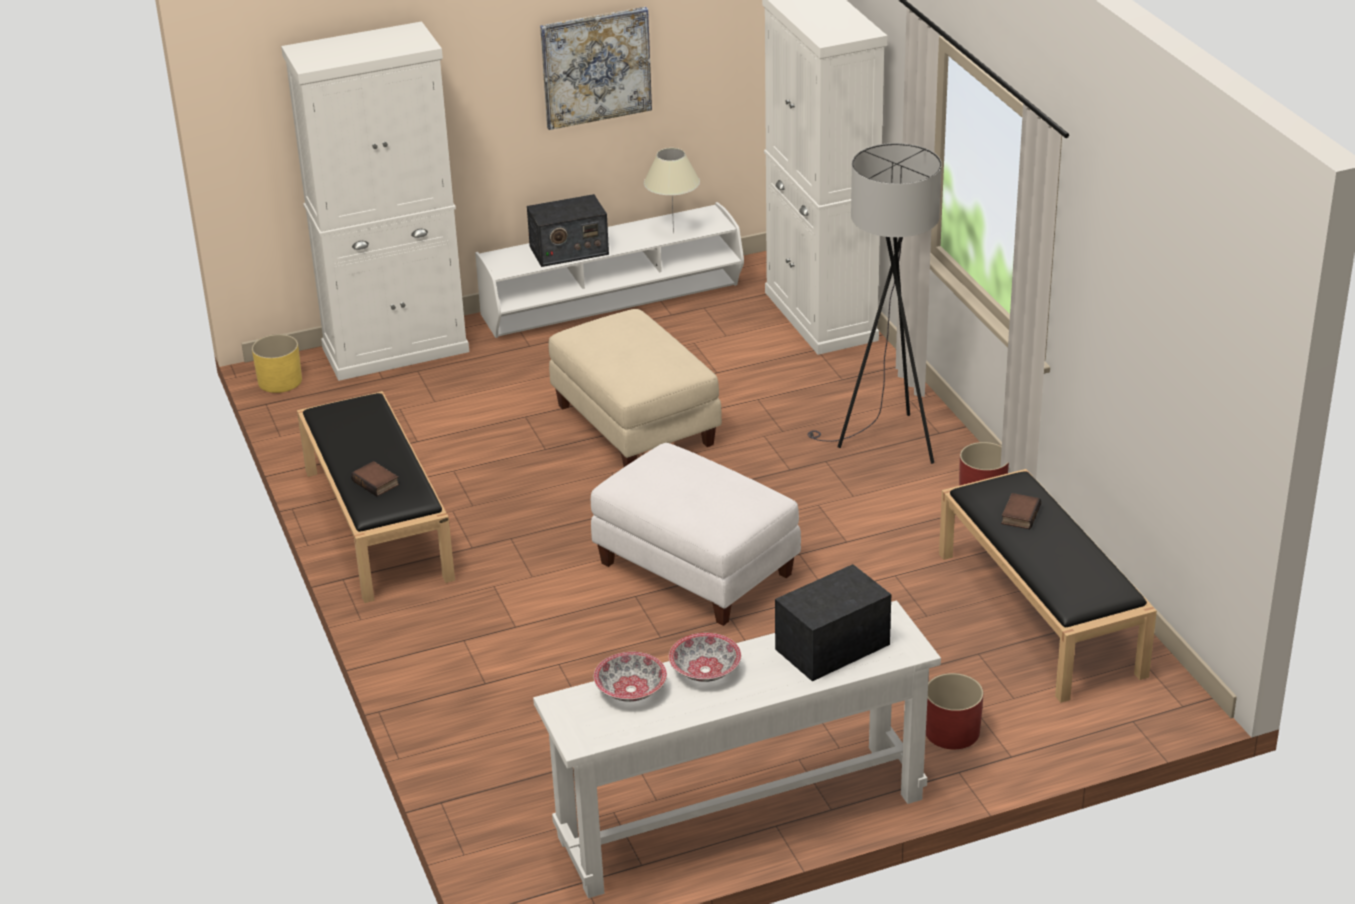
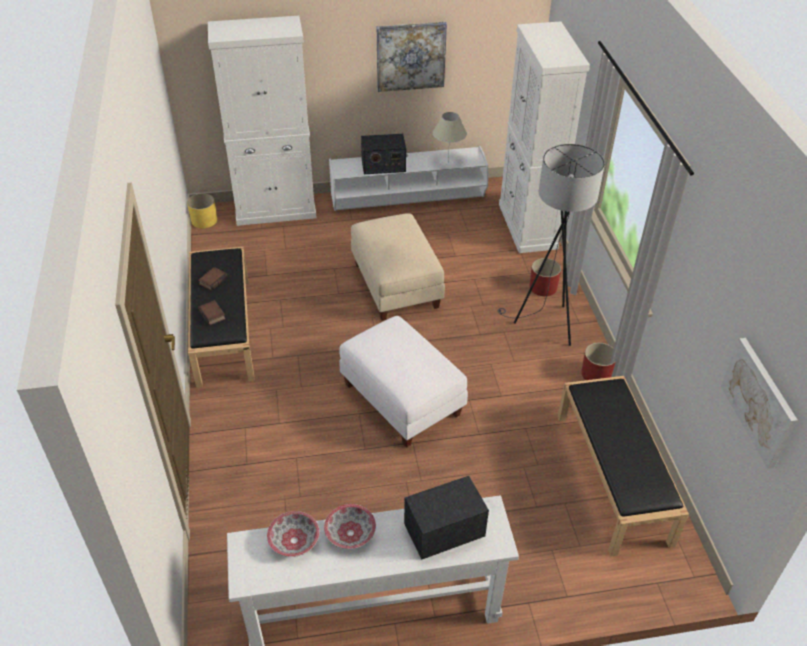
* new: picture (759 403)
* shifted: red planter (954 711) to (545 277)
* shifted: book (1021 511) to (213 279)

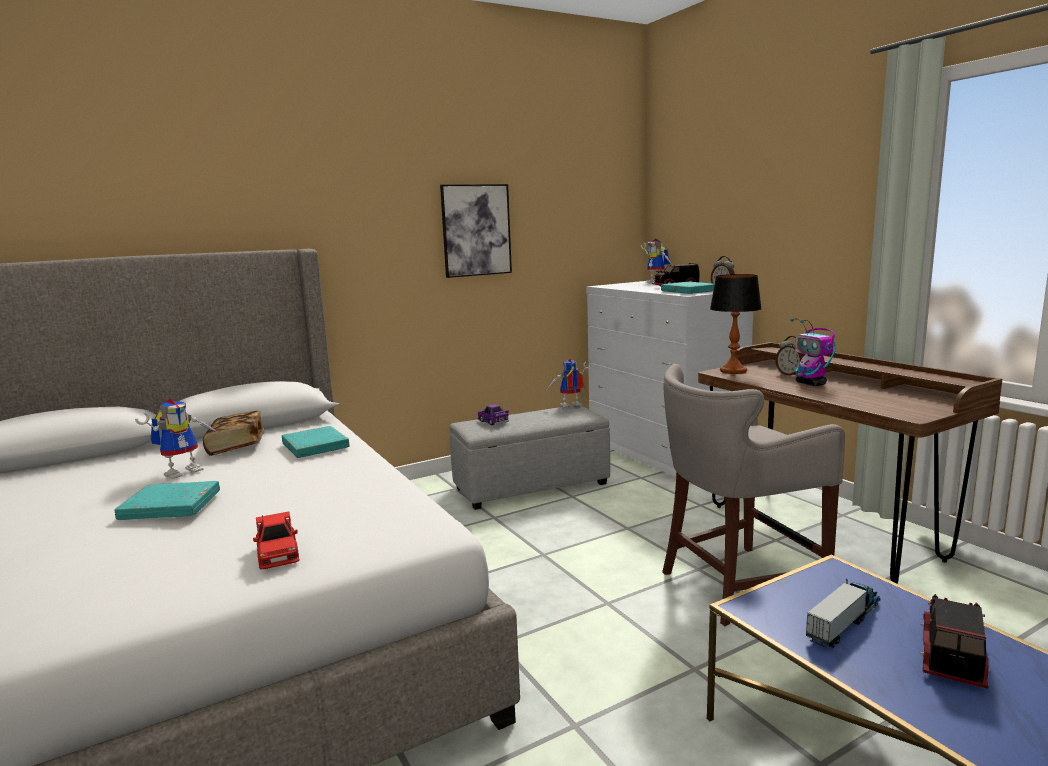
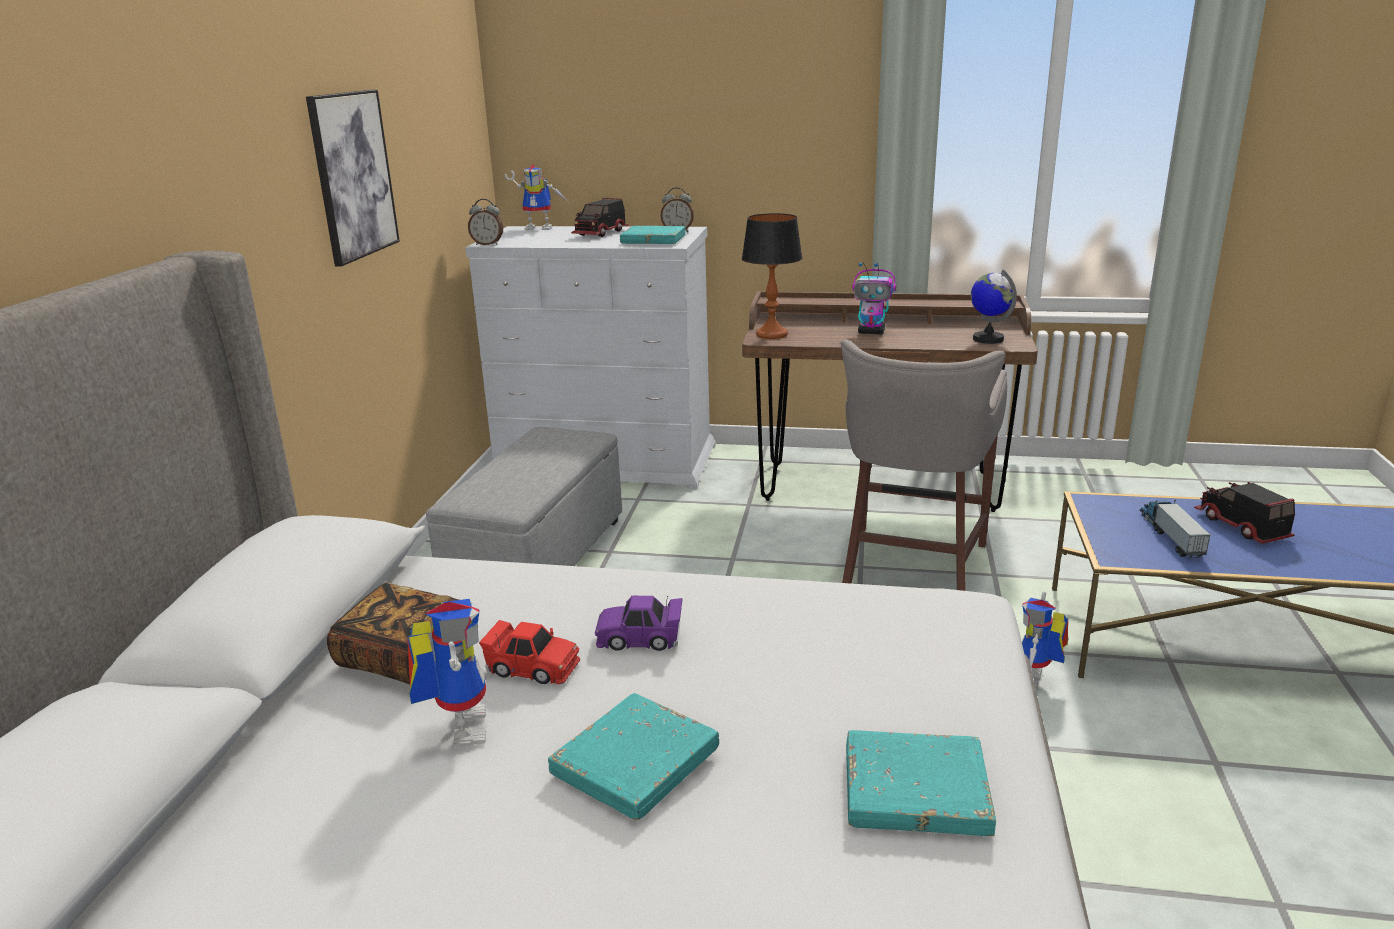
* new: globe (994 306)
* shifted: red toy car (276 540) to (529 652)
* shifted: turquoise book (316 442) to (921 783)
* shifted: purple toy car (493 414) to (639 623)
* shifted: toy robot (569 383) to (1045 641)
* shifted: alarm clock (790 356) to (485 222)

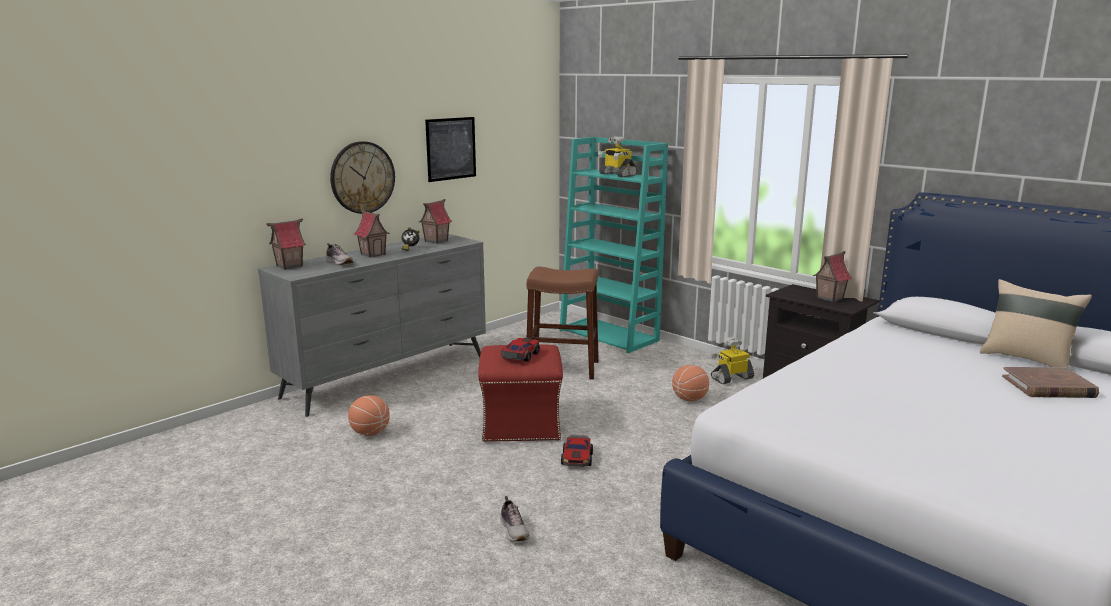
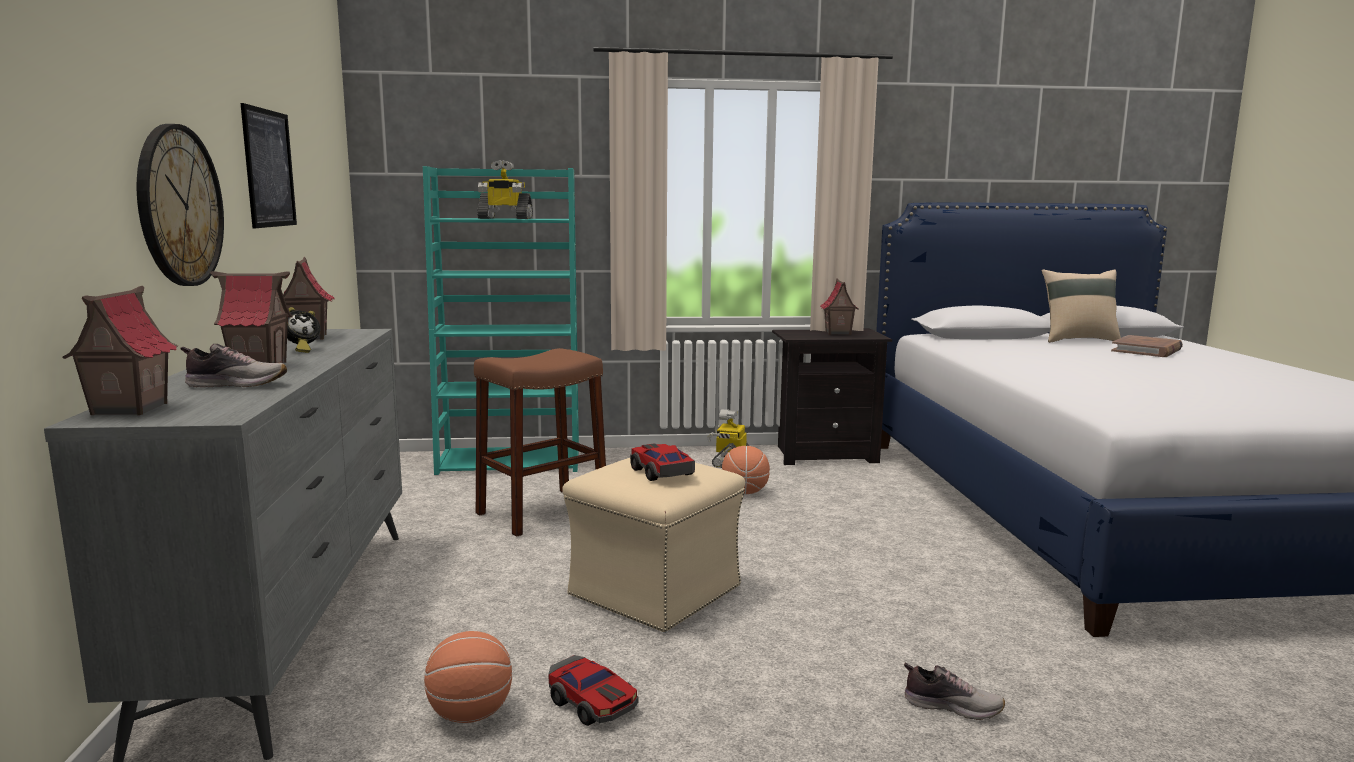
* shifted: toy car (577 451) to (593 690)
* repainted: red ottoman (520 393) to beige ottoman (653 545)

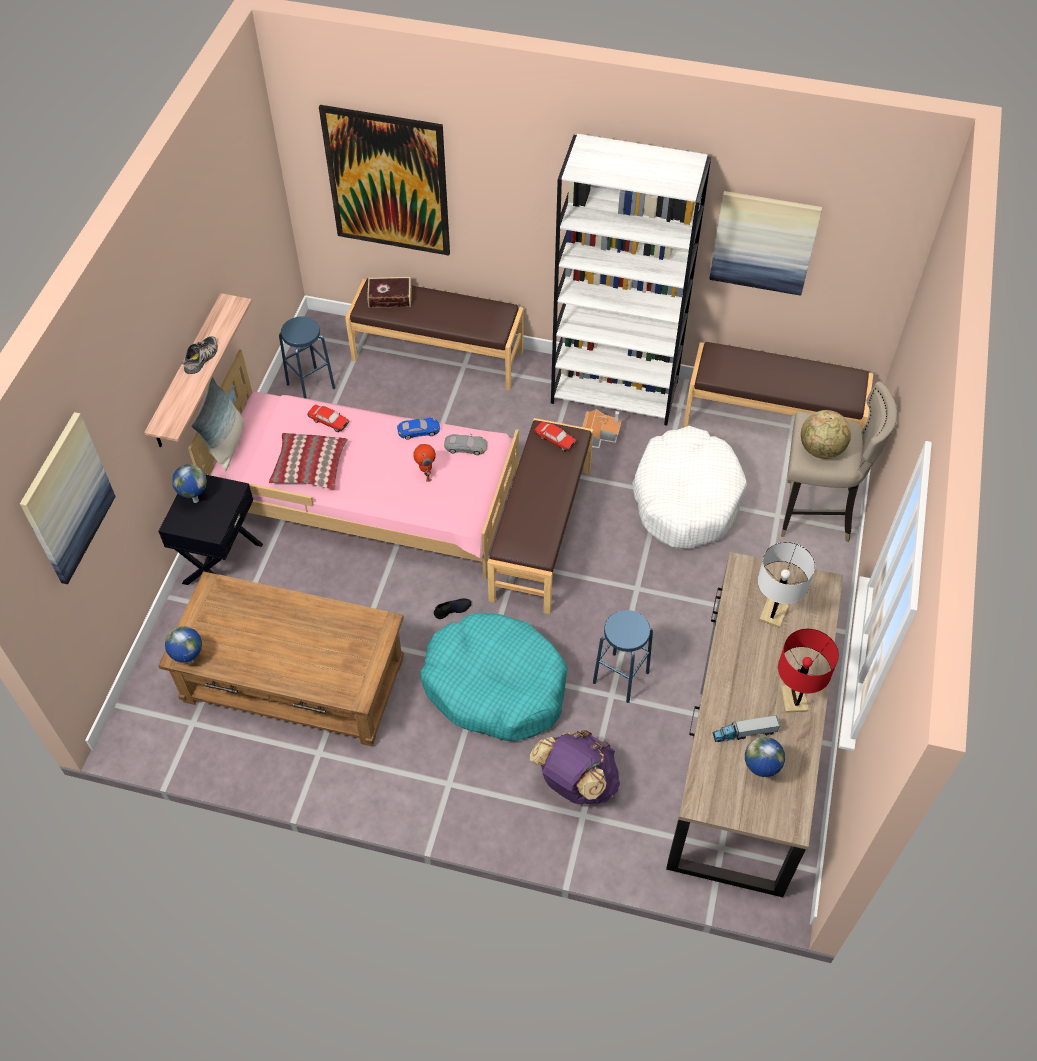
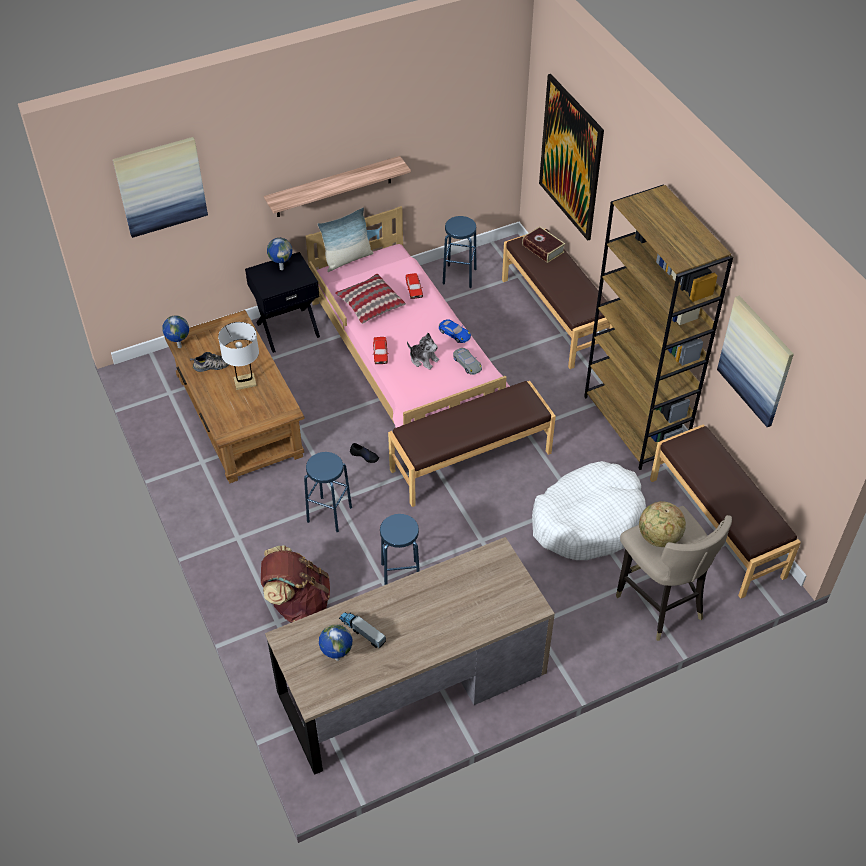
* gone: toy house (602 429)
* gone: red table lamp (808 671)
* shifted: shoe (200 355) to (209 362)
* shifted: toy car (555 436) to (381 350)
* shifted: white table lamp (786 585) to (238 356)
* swapped: toy robot (424 463) to plush toy (423 351)
* swapped: turquoise dog bed (494 677) to blue stool (328 492)
* repainted: purple backpack (575 767) to brown backpack (295 584)
* repainted: white bookcase (631 280) to brown bookcase (658 327)

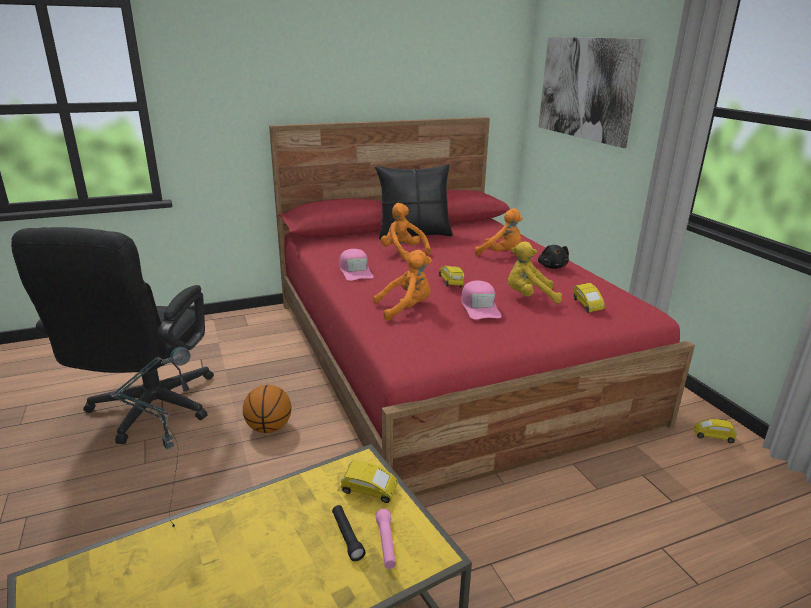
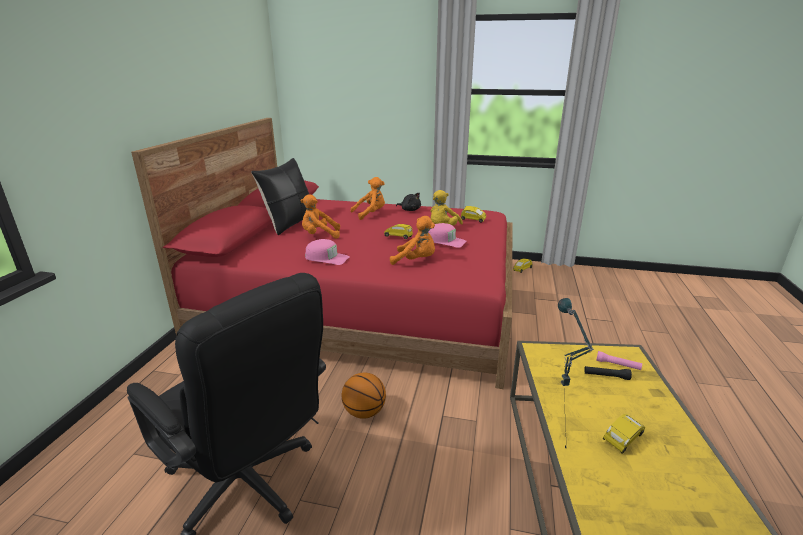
* gone: picture (592 92)
* shifted: yellow toy car (369 481) to (624 434)
* rotated: orange plush toy (402 285) = (412 240) 90 degrees clockwise

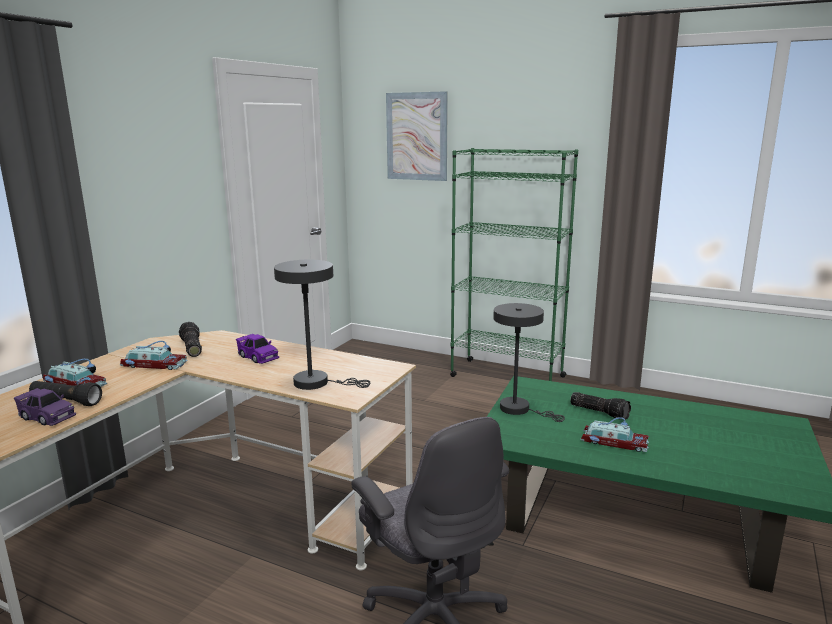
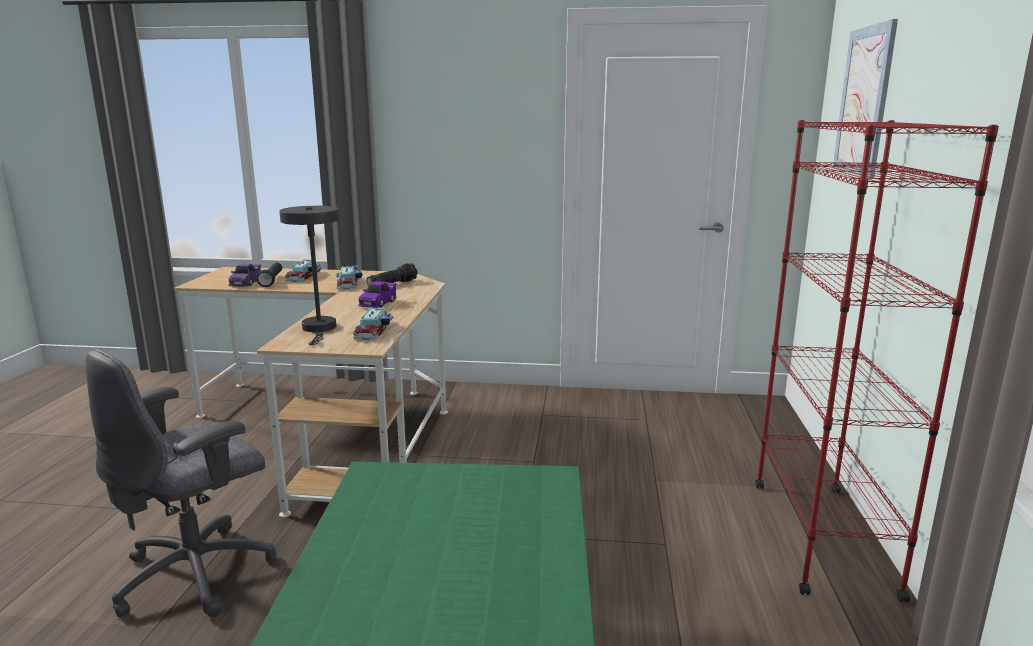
* gone: grey table lamp (529 362)
* gone: flashlight (600 406)
* shifted: toy car (615 434) to (373 323)
* repainted: green bookcase (514 264) to red bookcase (877 361)

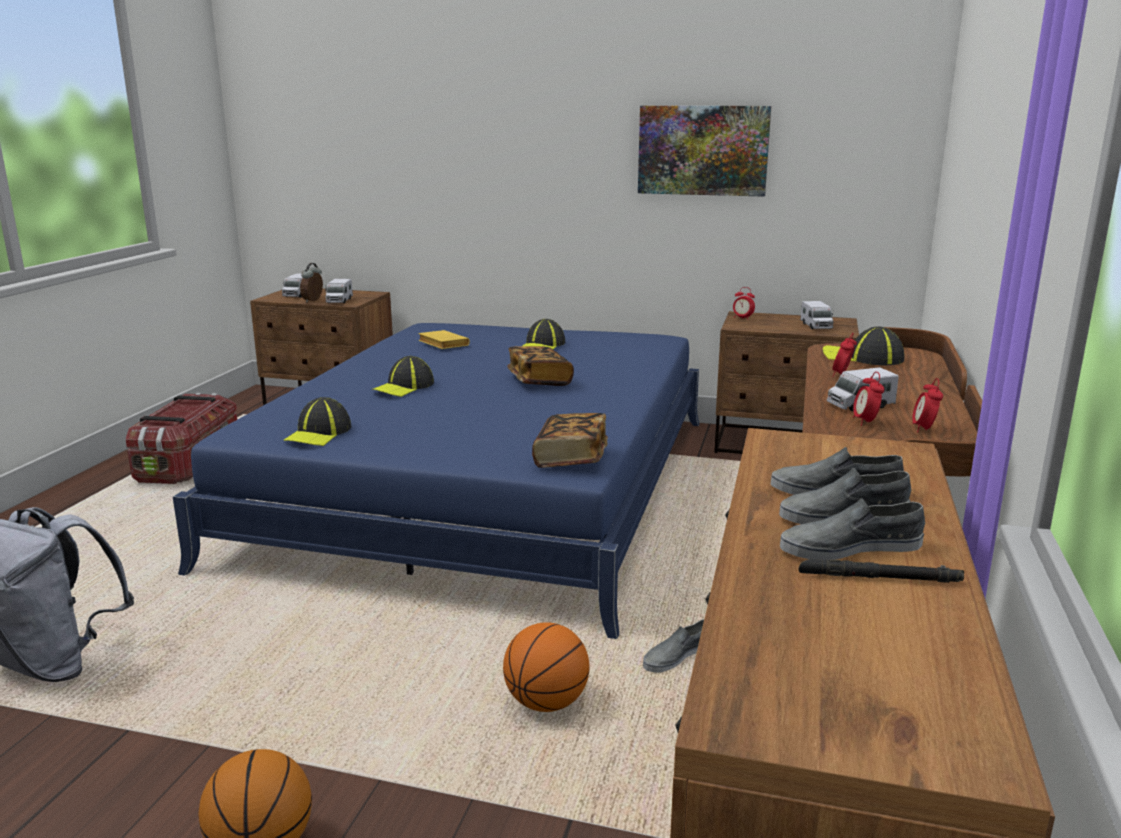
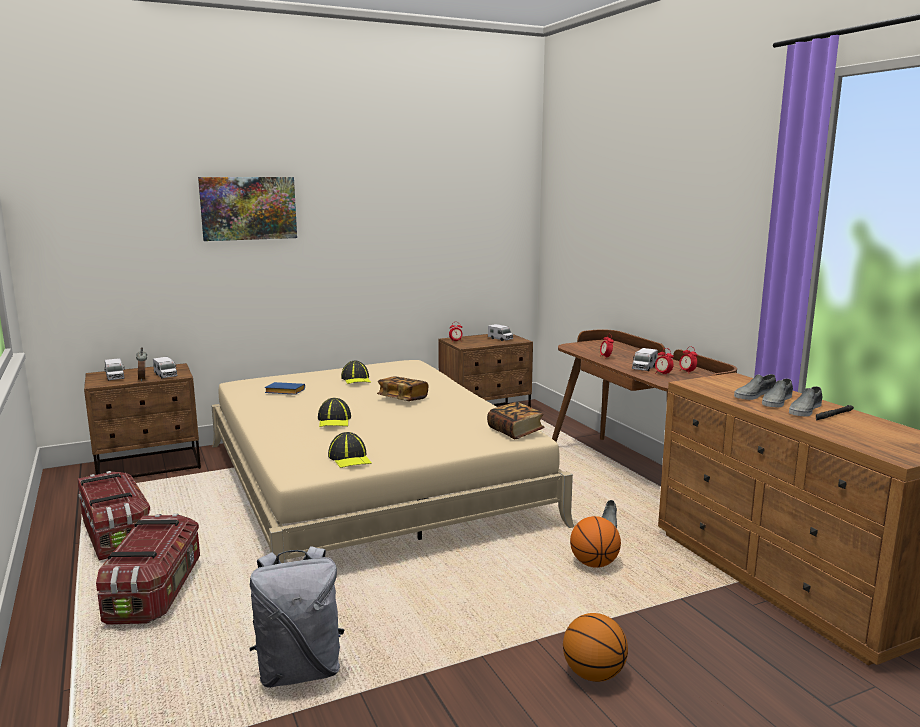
* gone: cap (864 346)
* new: storage box (148 569)
* shifted: picture (704 151) to (247 209)
* repainted: blue bed (436 481) to beige bed (392 461)
* repainted: yellow book (444 339) to blue book (285 388)

